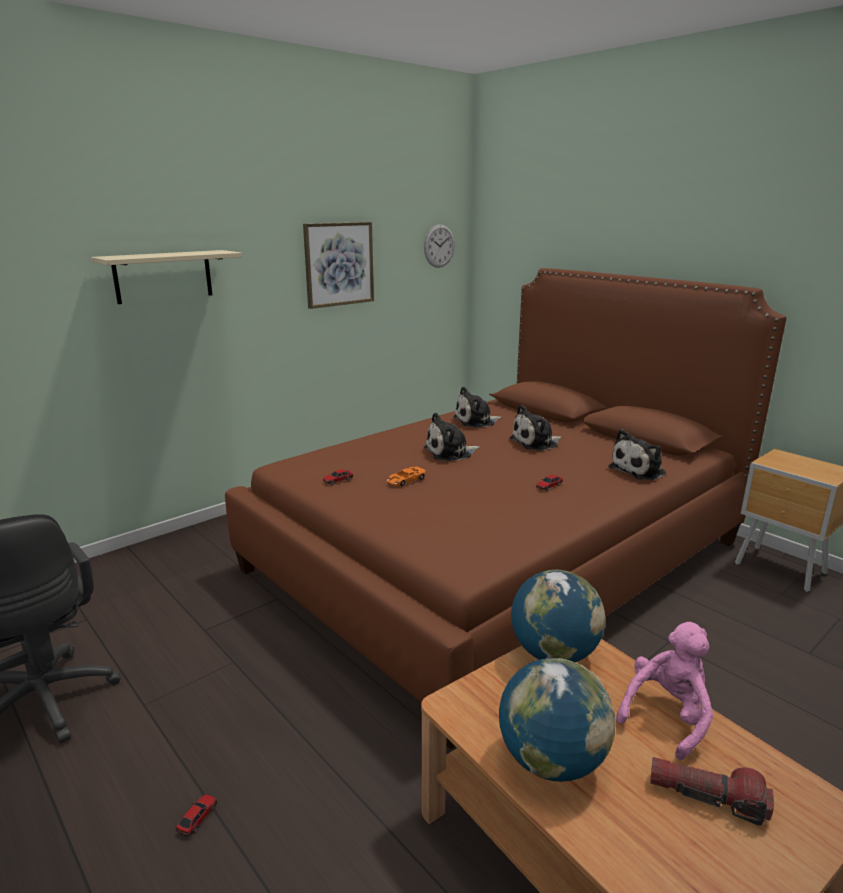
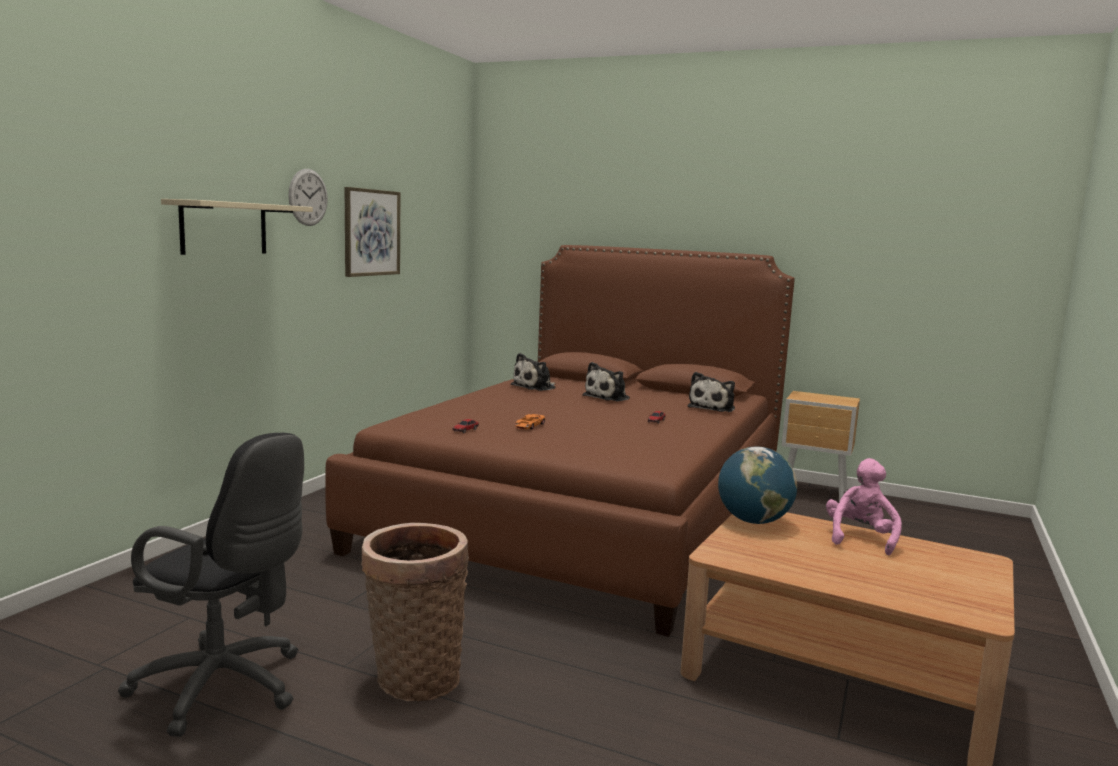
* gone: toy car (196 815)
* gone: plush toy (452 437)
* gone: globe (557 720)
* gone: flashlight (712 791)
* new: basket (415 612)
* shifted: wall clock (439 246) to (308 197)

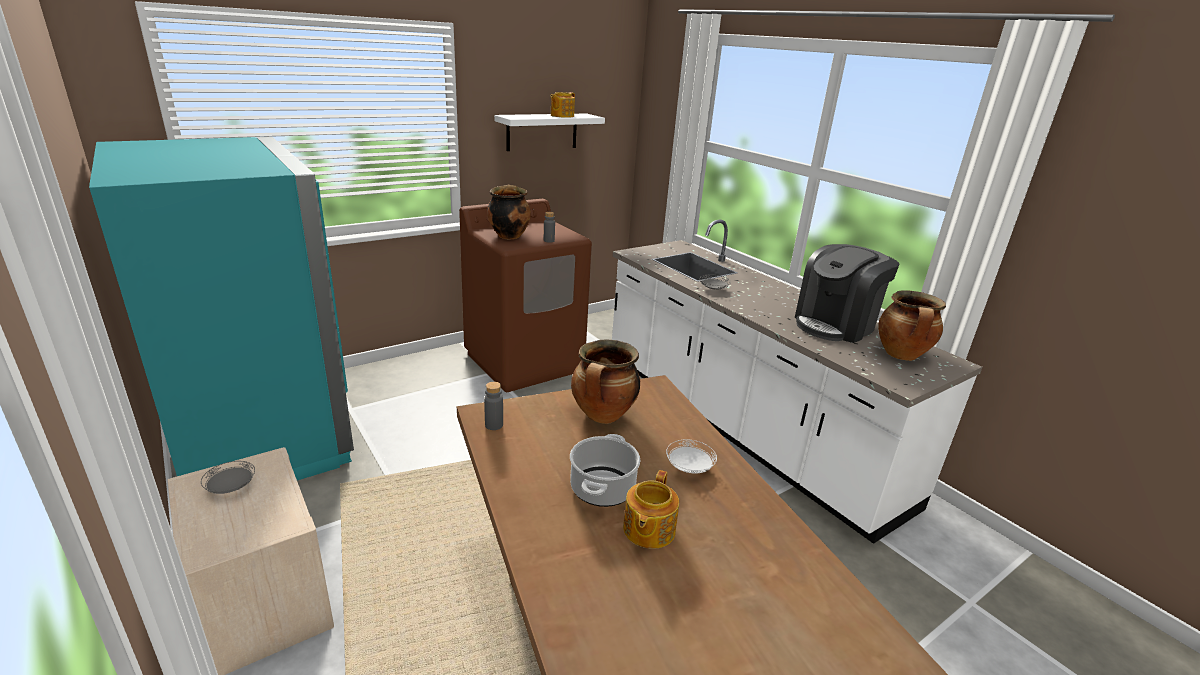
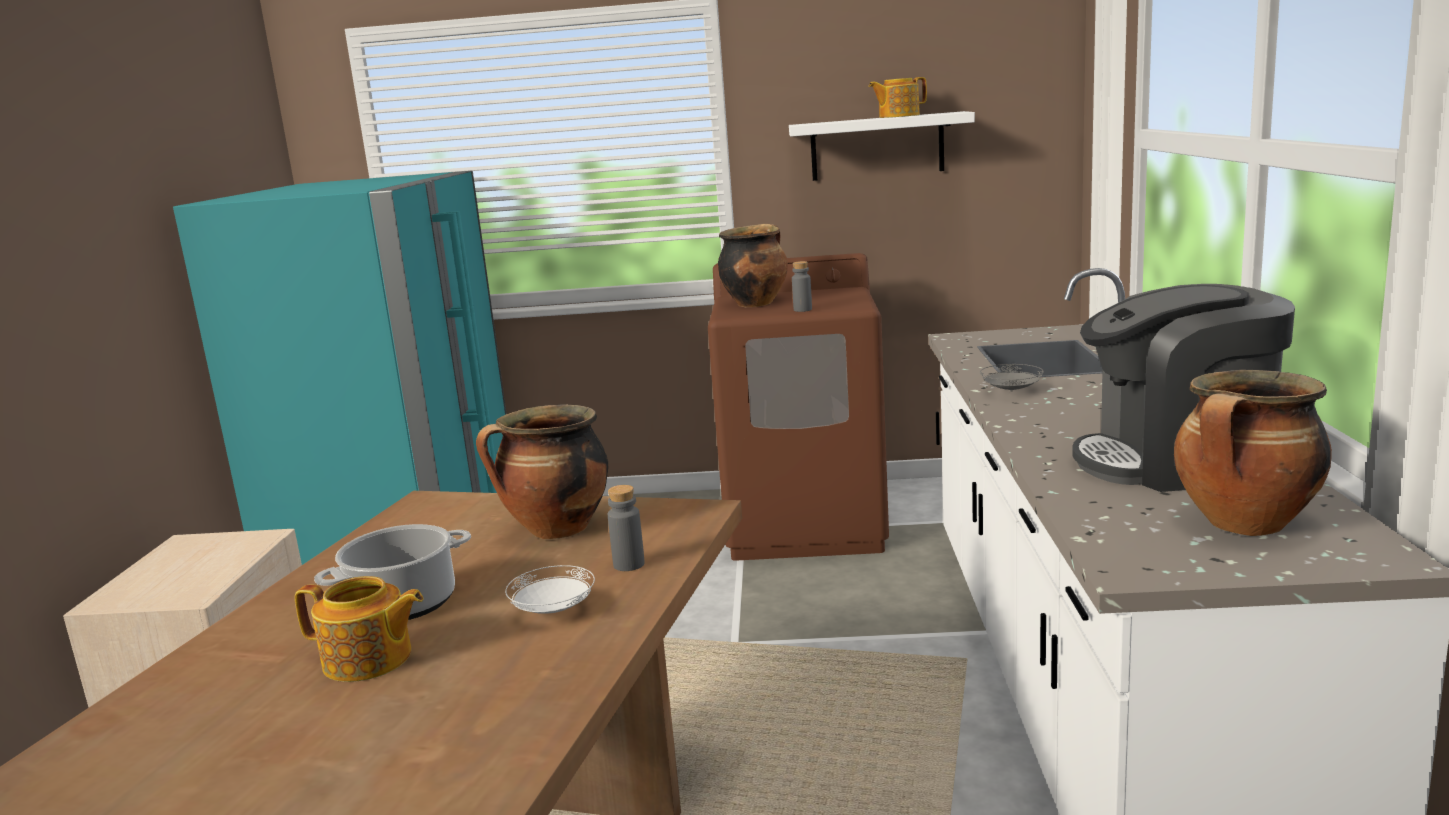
* gone: grey plate (228 477)
* shifted: grey bottle (493 406) to (626 528)
* rotated: teapot (651 509) = (359 629) 135 degrees counterclockwise

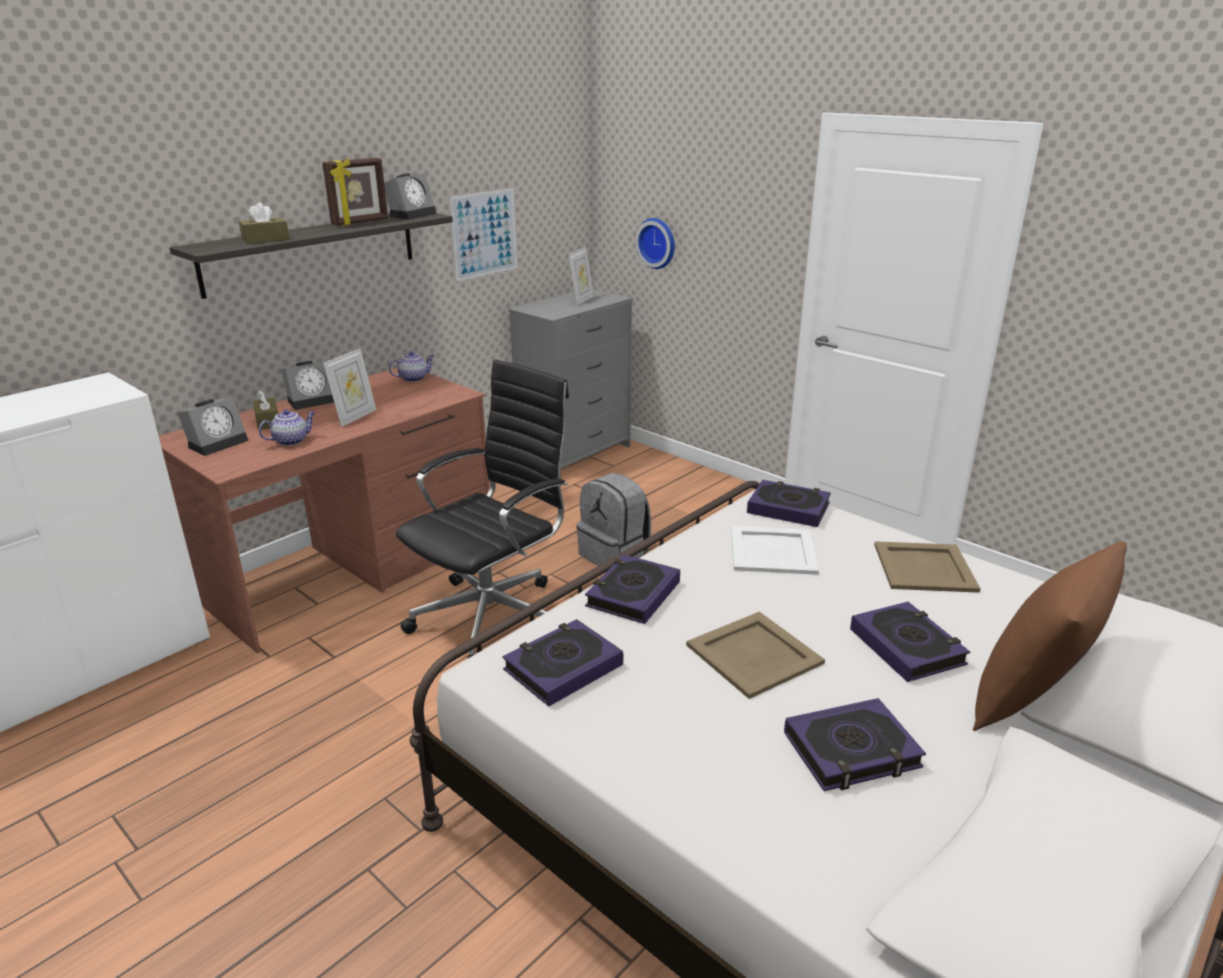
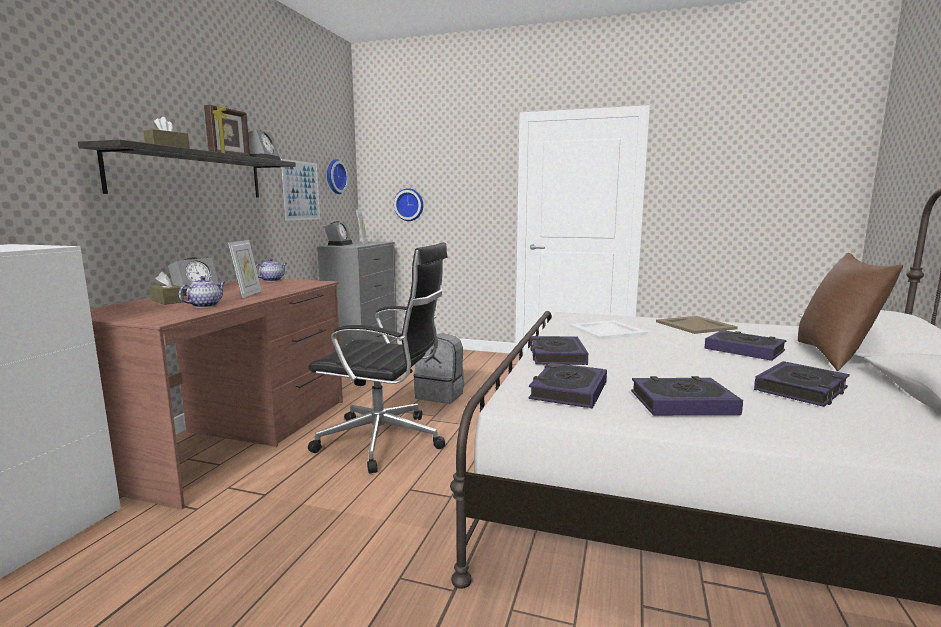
* gone: beige tray (755 655)
* new: wall clock (338 176)
* shifted: alarm clock (212 426) to (338 233)
* shifted: book (789 503) to (687 396)
* rotated: black office chair (482 509) = (378 358) 90 degrees clockwise

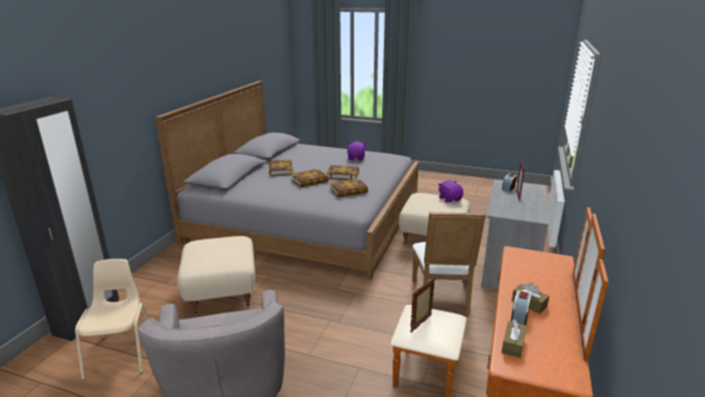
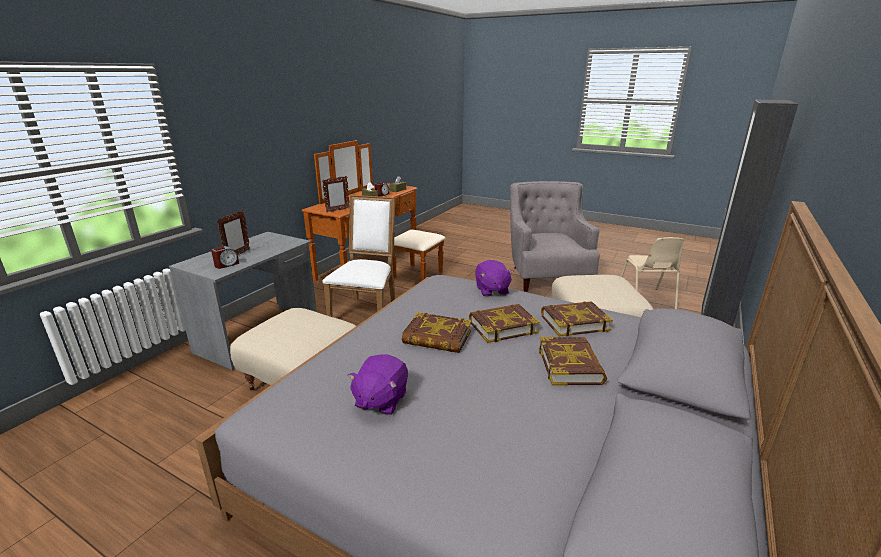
* shifted: book (349 187) to (577 319)
* shifted: picture frame (422 305) to (336 194)
* shifted: purple plush toy (450 191) to (494 278)

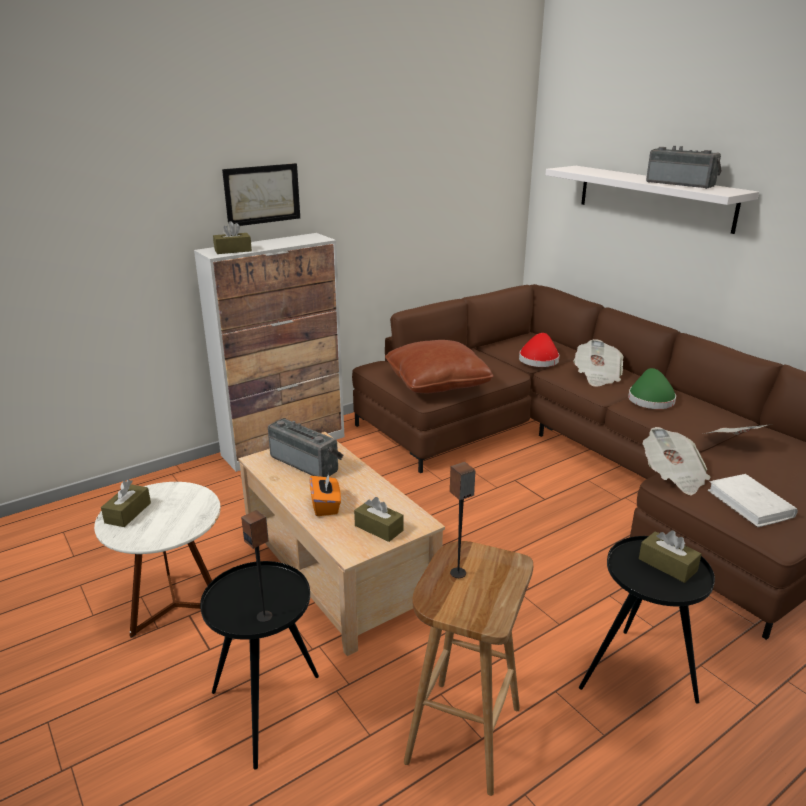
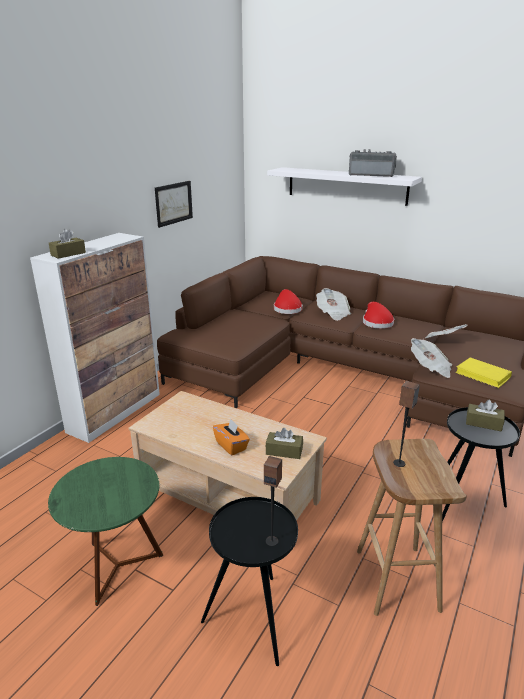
* gone: brown tissue box (126 503)
* gone: radio (305 447)
* gone: brown pillow (439 367)
* shifted: picture (261 194) to (174 204)
* repainted: white side table (157 560) to green side table (105 531)
* repainted: green hat (652 388) to red hat (378 315)
* repainted: white book (753 500) to yellow book (483 372)

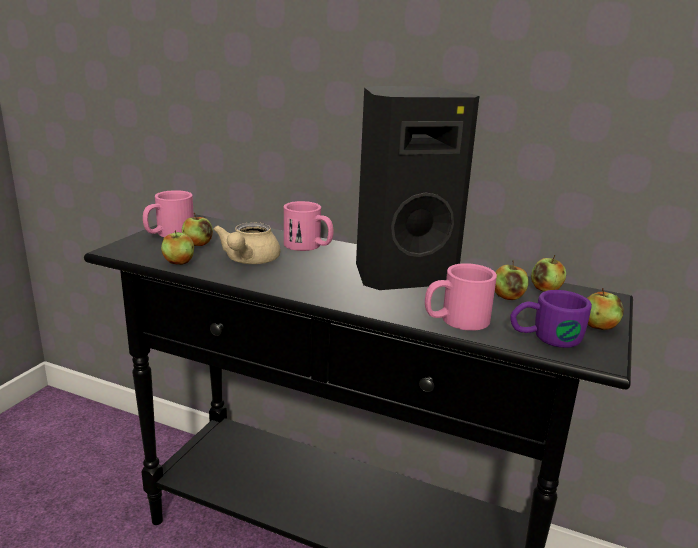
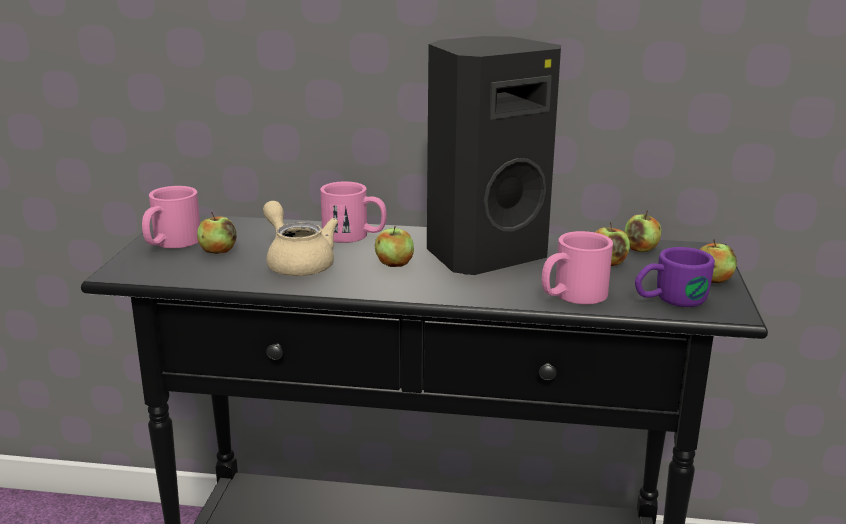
* shifted: apple (177 247) to (394 246)
* rotated: beige teapot (246 243) = (300 238) 150 degrees clockwise

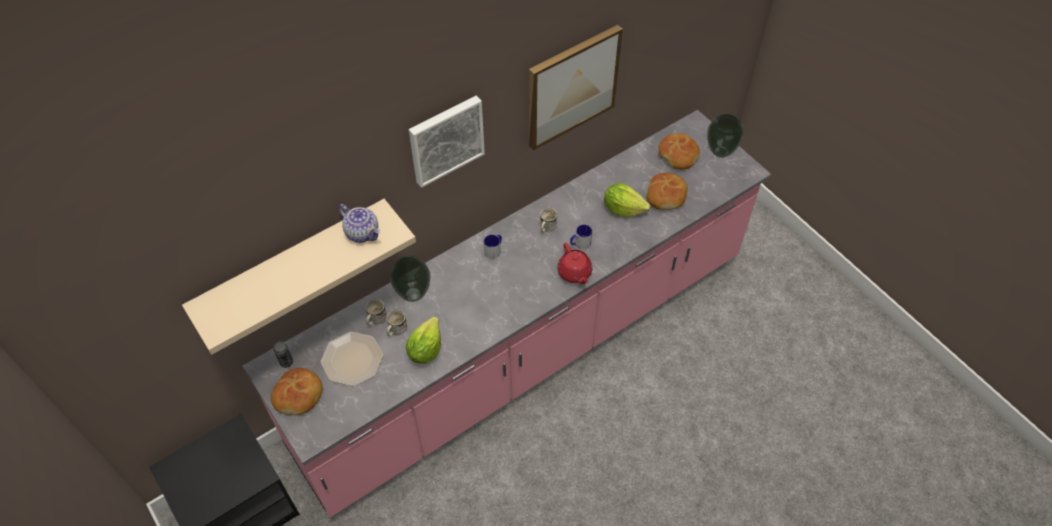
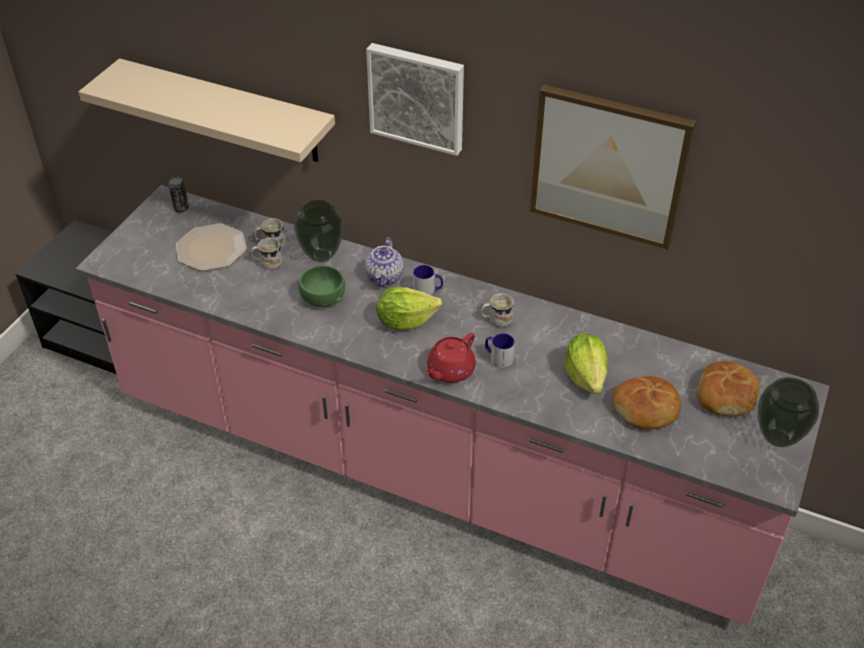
* gone: bread (296 391)
* new: green bowl (321 286)
* shifted: teapot (359 223) to (384 262)
* shifted: lettuce (423 340) to (409 309)

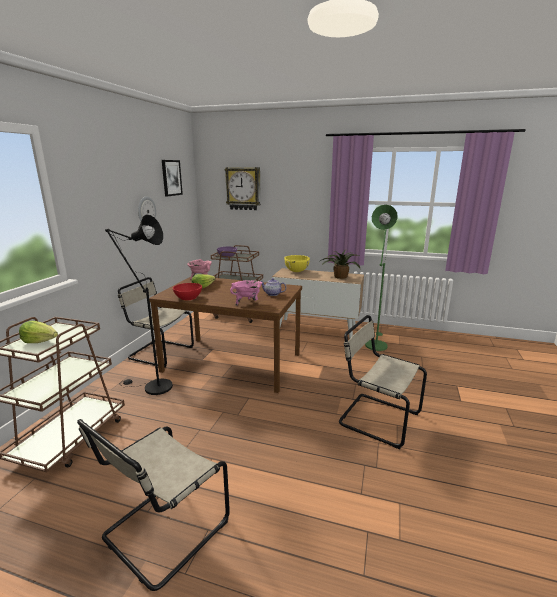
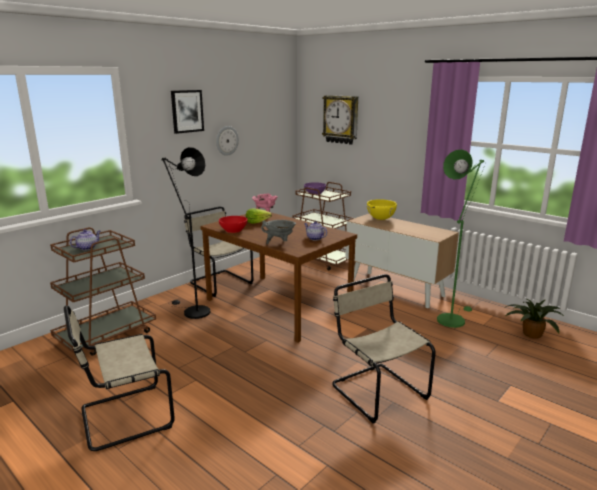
* shifted: picture (172 178) to (187 112)
* shifted: potted plant (339 264) to (533 318)
* swapped: lettuce (38 332) to teapot (85 240)
* repainted: pink cooking pot (246 293) to grey cooking pot (278 232)

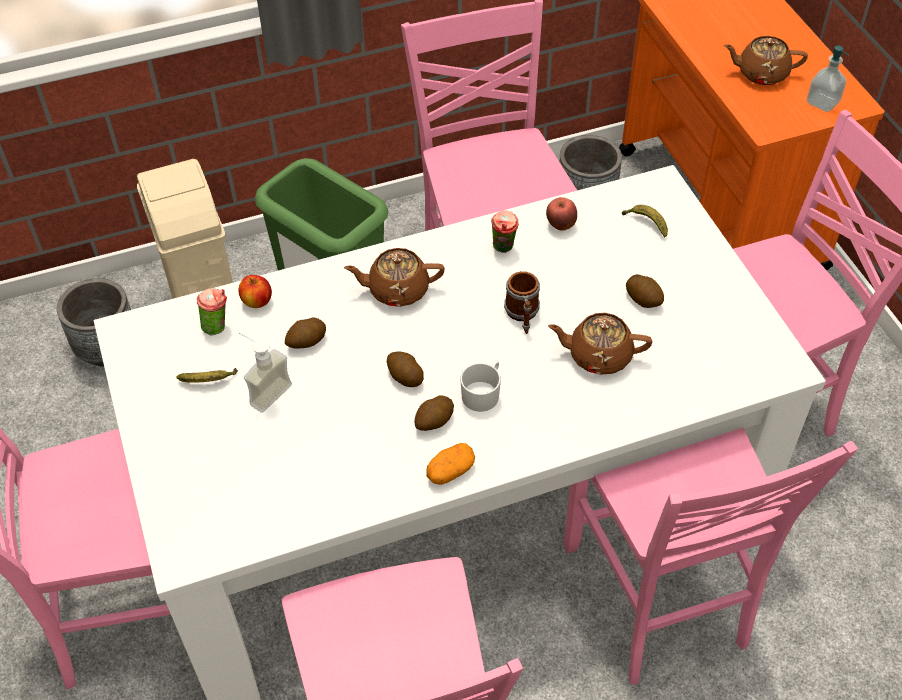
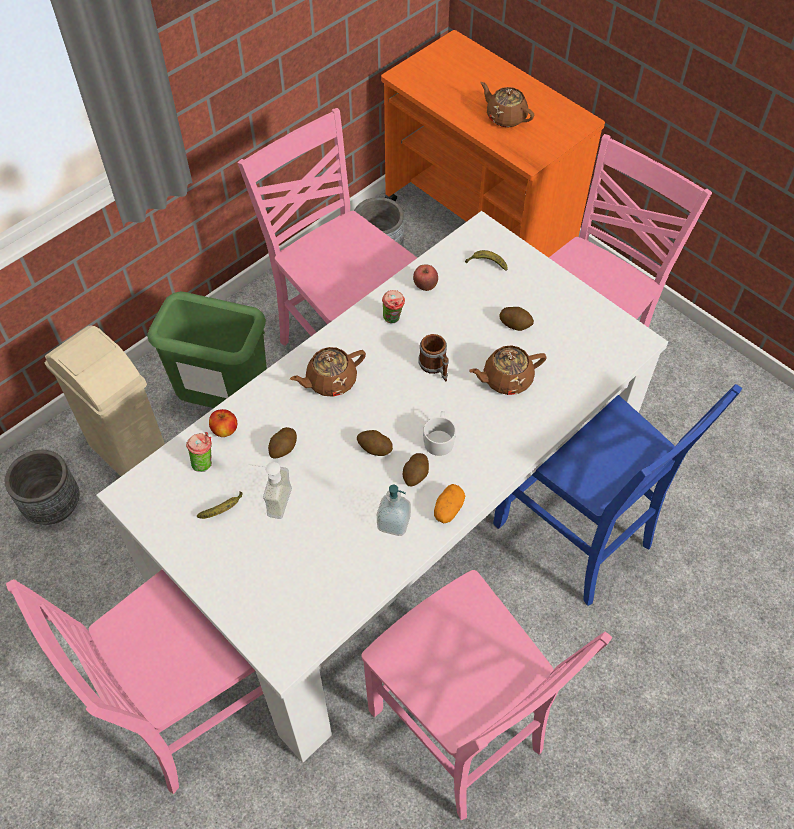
* shifted: soap dispenser (828 78) to (394 510)
* repainted: pink chair (711 556) to blue chair (617 495)
* rotated: brown teapot (766 60) = (507 104) 60 degrees clockwise

